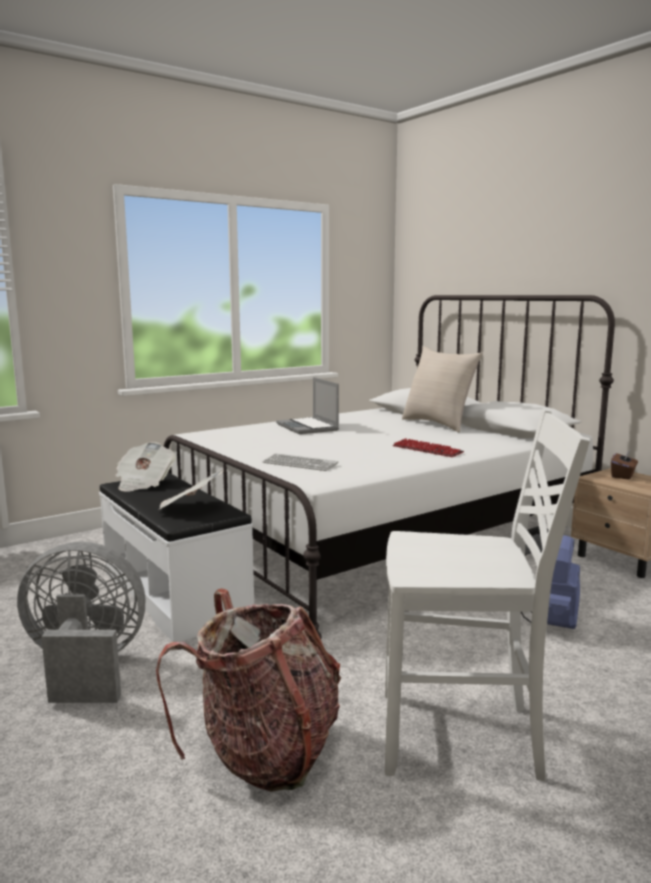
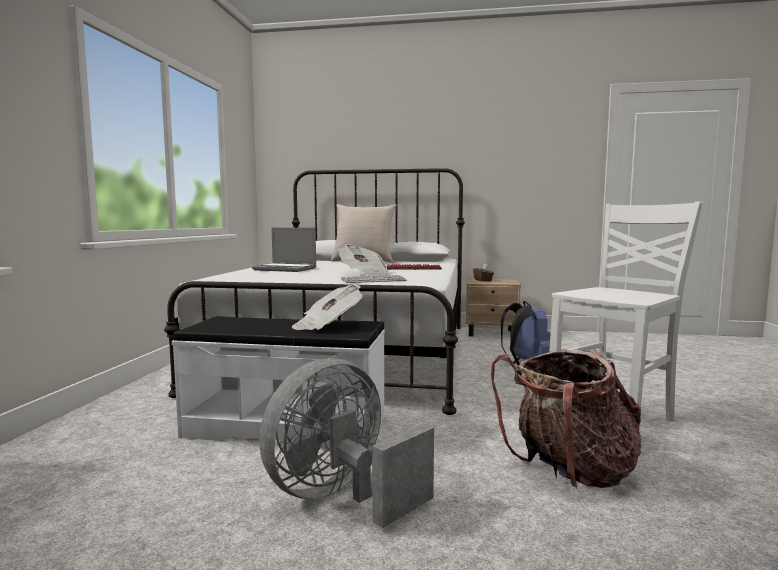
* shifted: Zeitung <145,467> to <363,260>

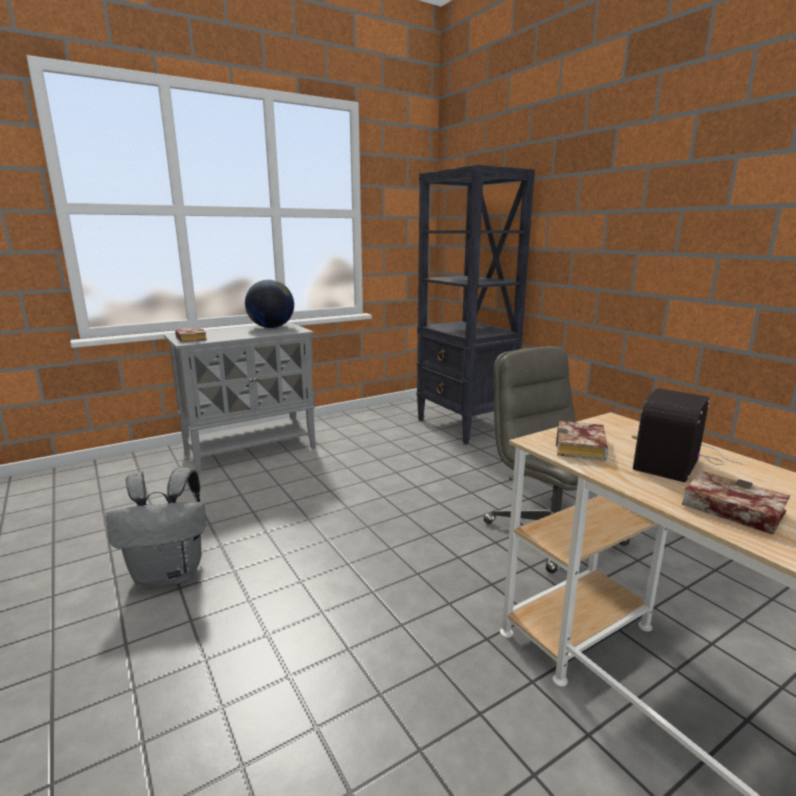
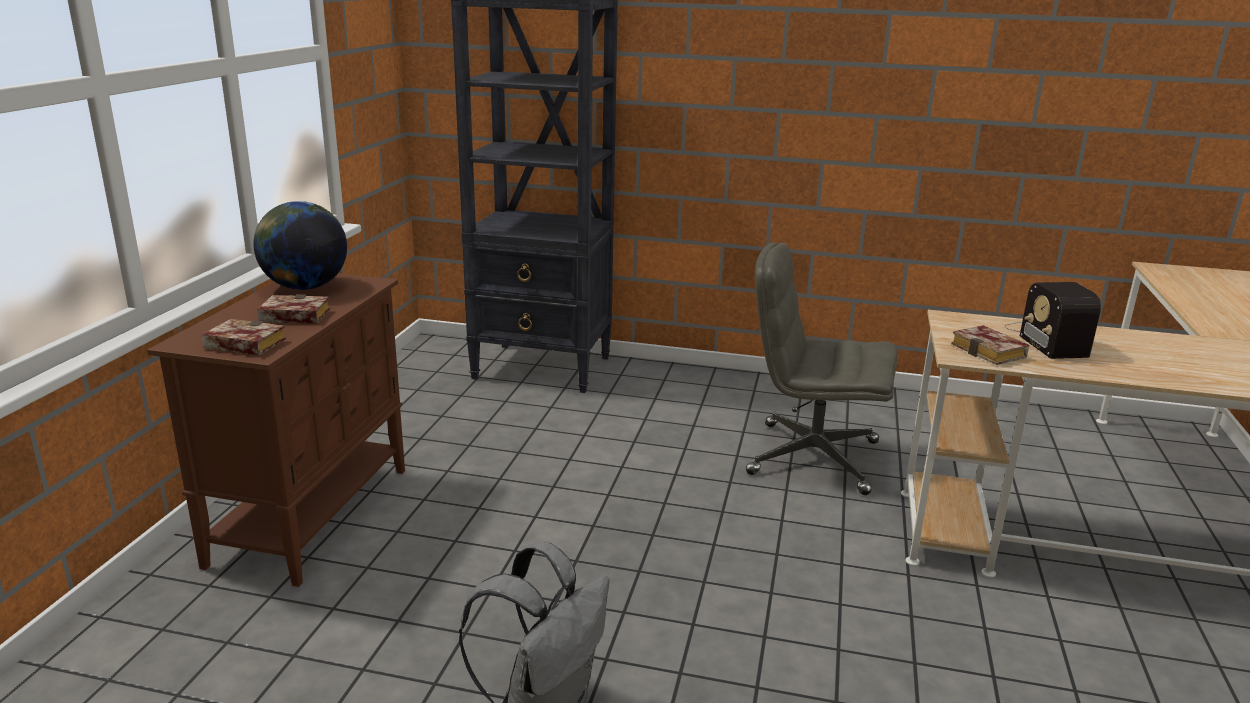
* shifted: Buch <736,503> to <293,309>
* repainted: Schrank/grau <240,399> to Schrank/braun <276,430>

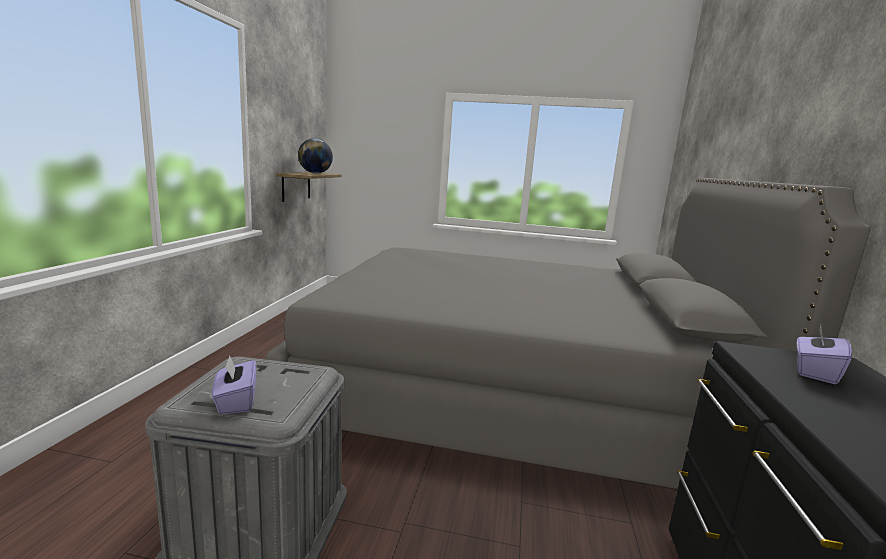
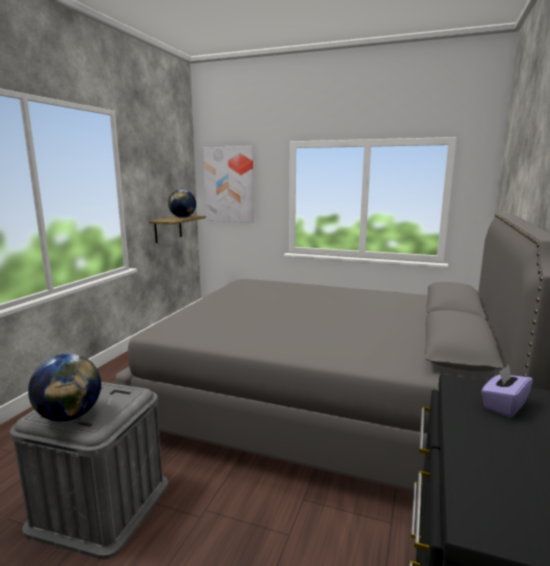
* new: Bild <228,184>
* swapped: Taschentuchbox/lila <234,385> to Globus <64,387>

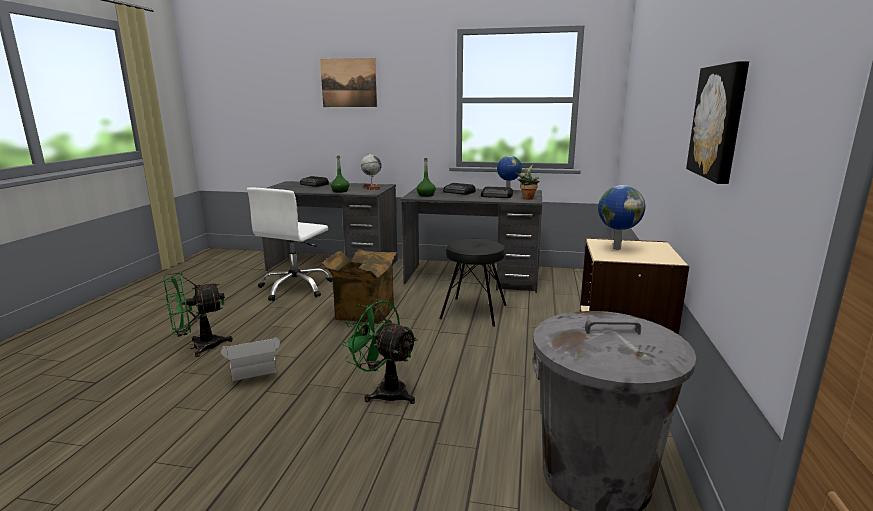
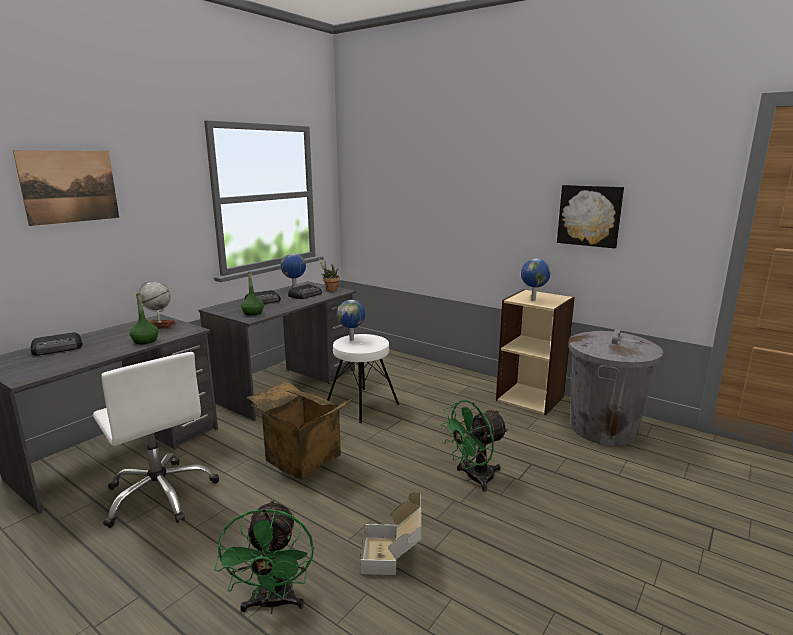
* new: Globus <351,320>
* repainted: Hocker/schwarz <472,283> to Hocker/weiß <363,378>

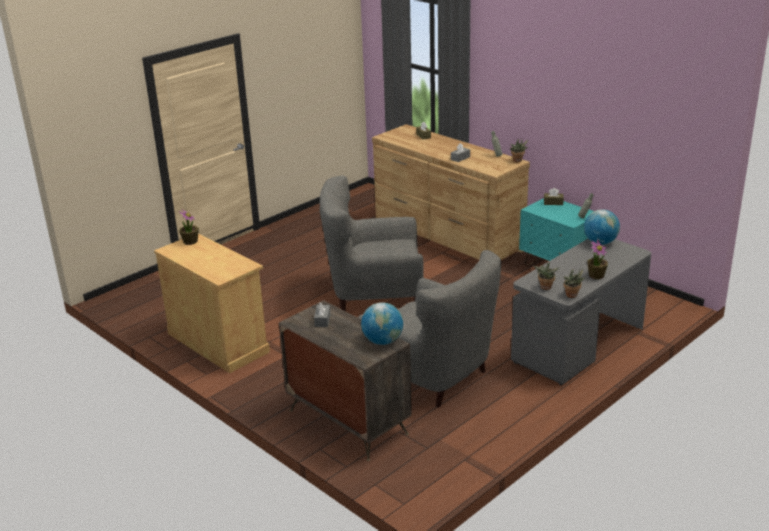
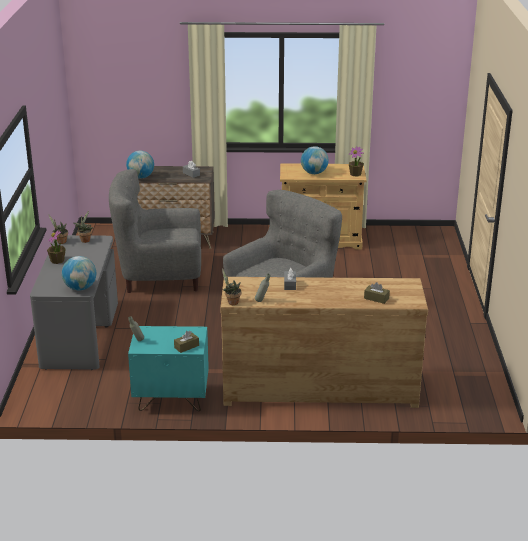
* new: Globus <315,160>

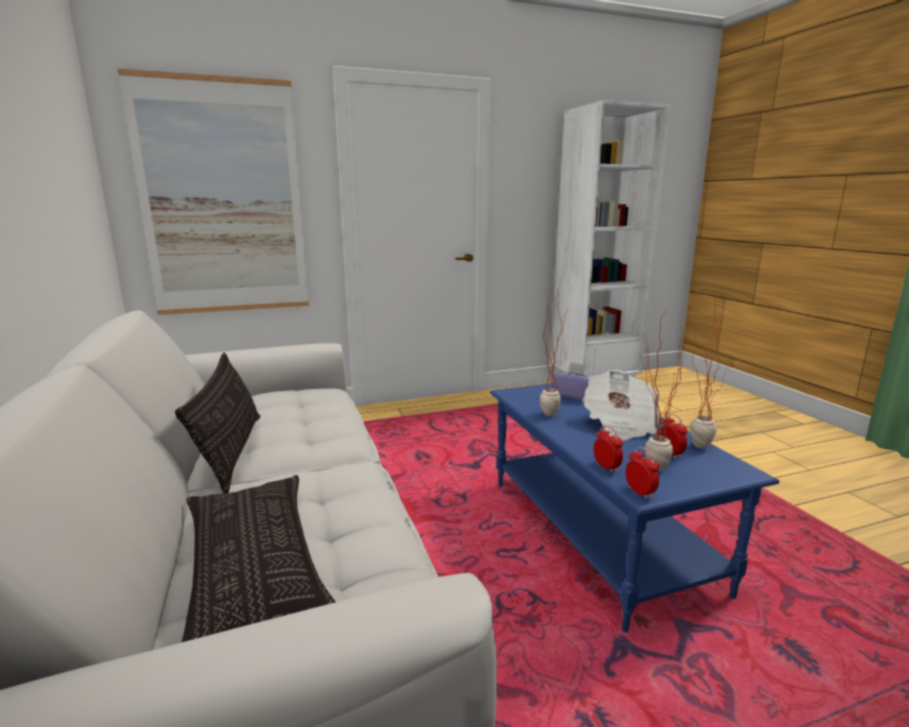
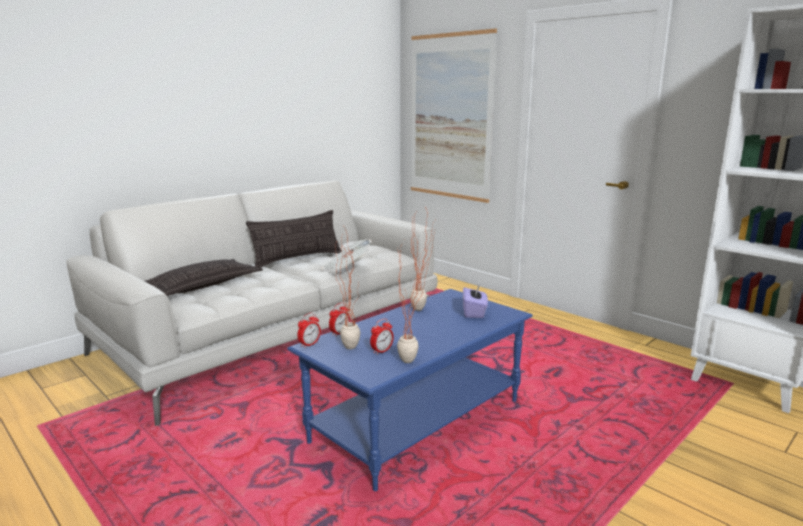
* shifted: Zeitung <620,405> to <346,256>

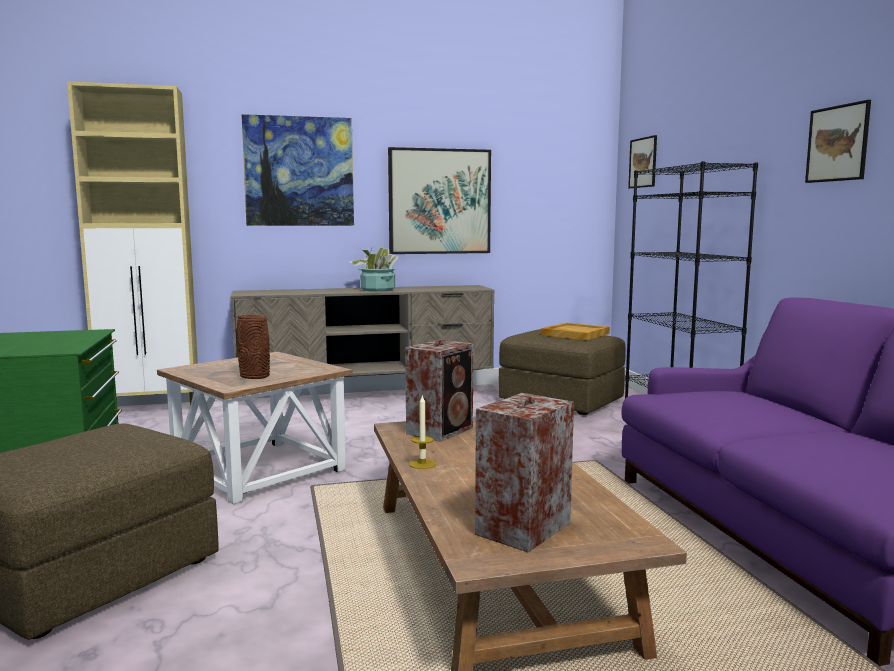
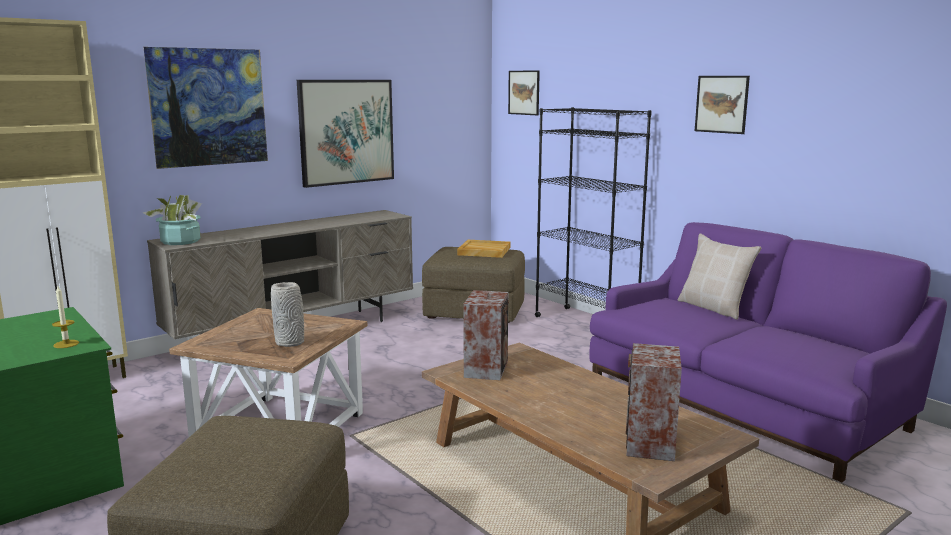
* new: Kissen/beige <719,276>
* shifted: Topfpflanze <373,269> to <172,220>
* shifted: Kerze <422,431> to <65,317>
* repainted: Vase/braun <253,346> to Vase/grau <287,314>

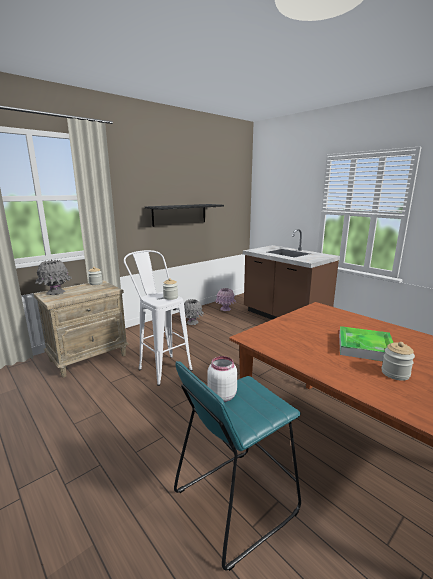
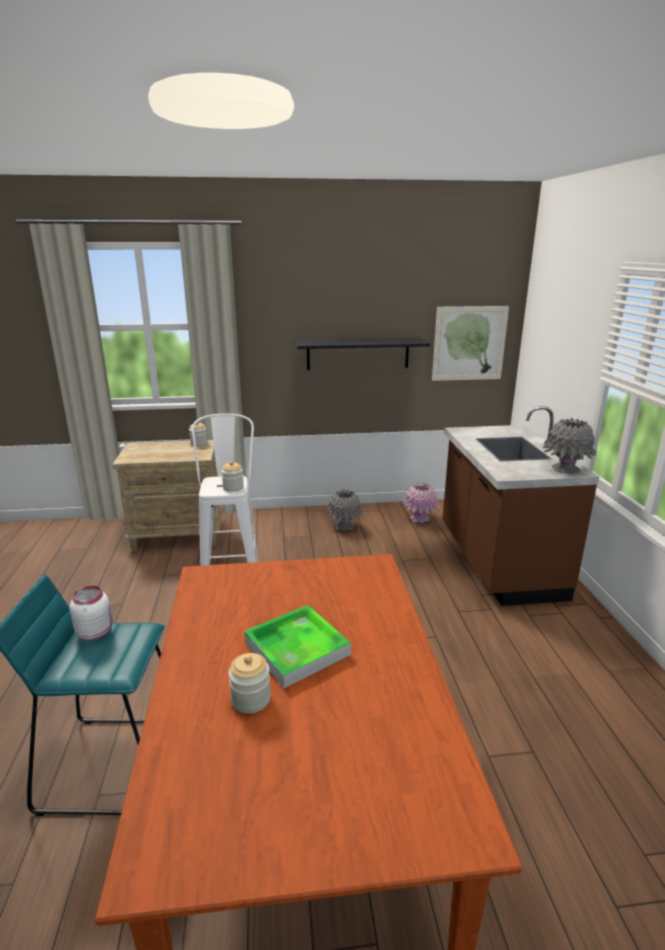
* new: Bild <470,343>
* shifted: Vase/grau <53,277> to <570,446>

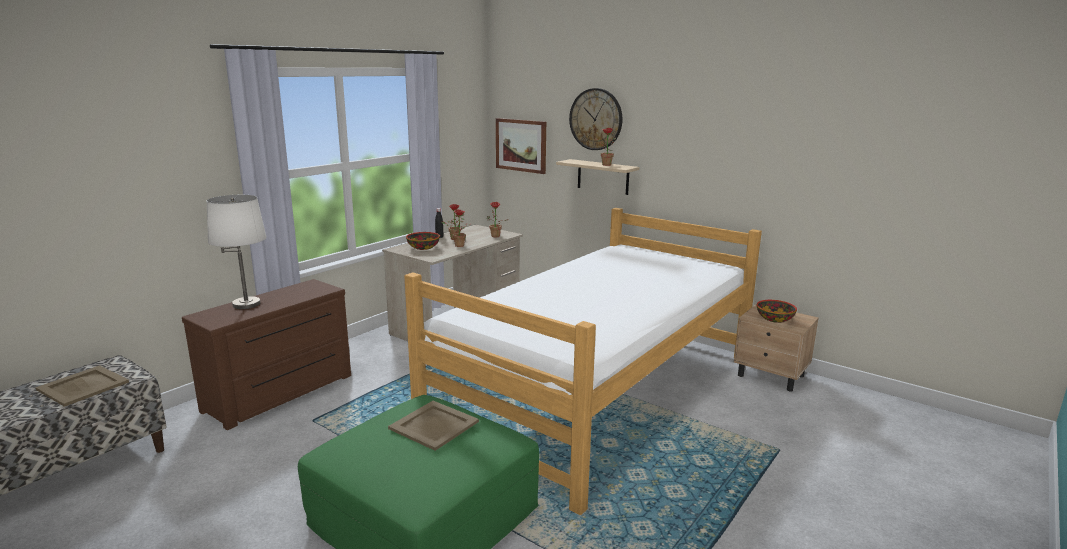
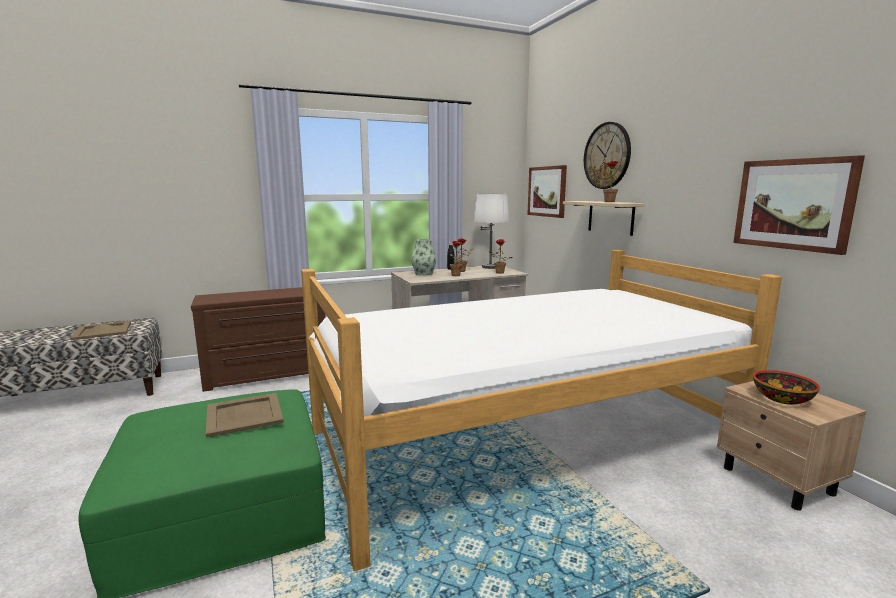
* new: Bild <799,205>
* shifted: Tischlampe/weiß <237,252> to <491,231>
* swapped: Schüssel <423,241> to Vase <423,257>

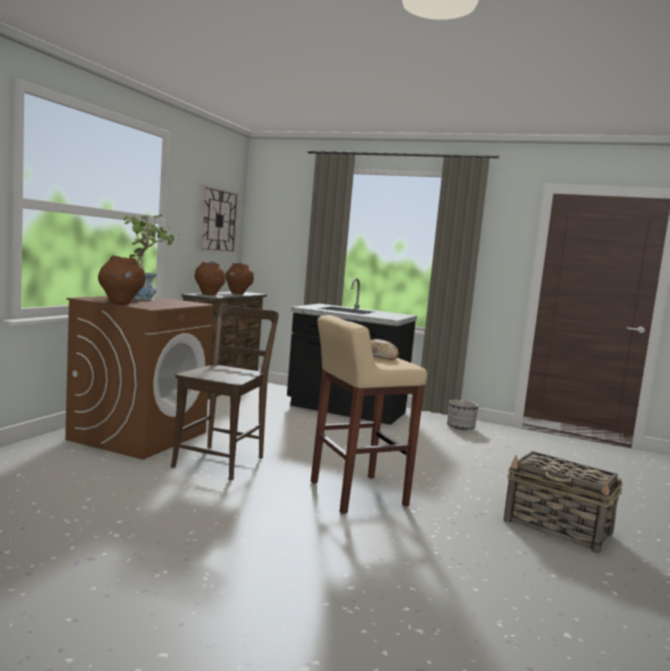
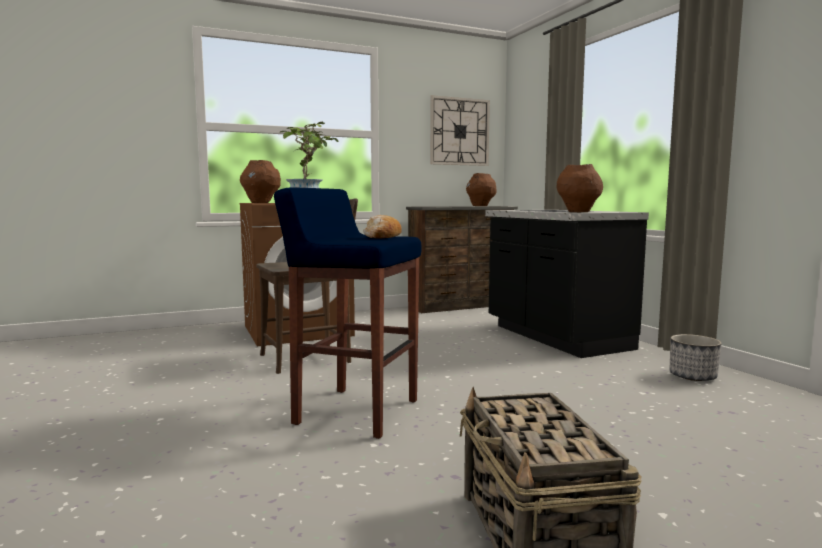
* shifted: Vase/braun <210,278> to <579,188>
* repainted: Hocker/beige <369,414> to Hocker/blau <348,313>

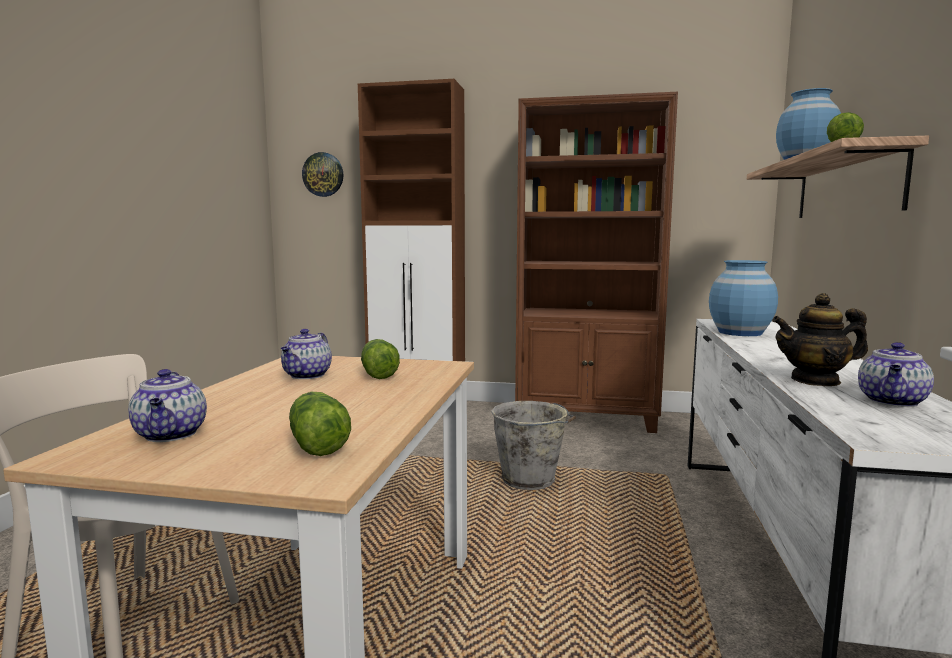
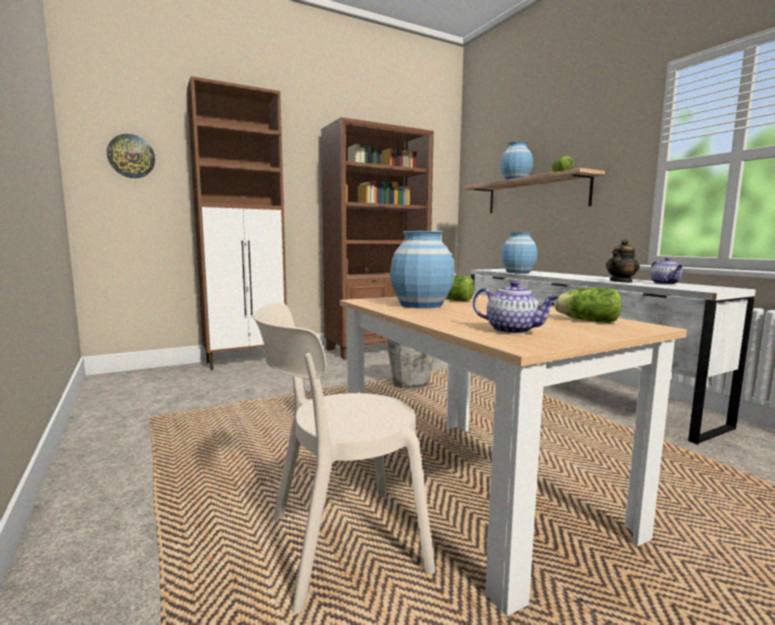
* swapped: Teekanne <306,354> to Vase/blau <422,269>

